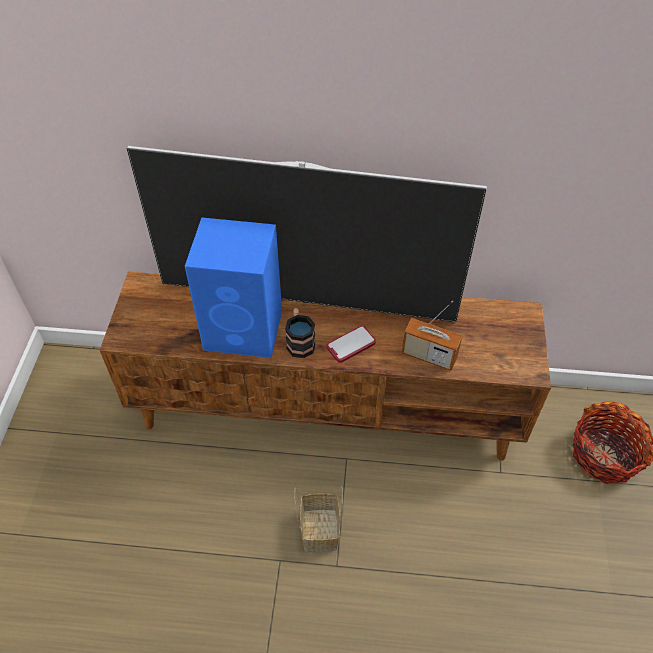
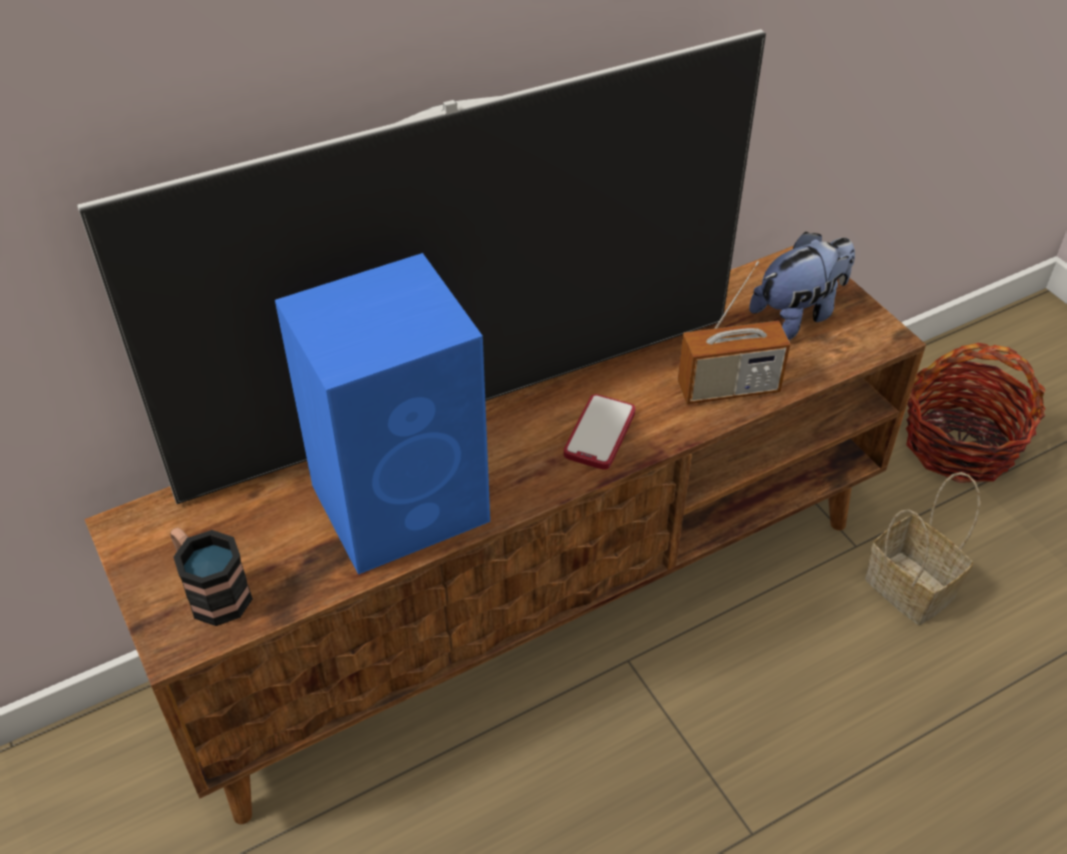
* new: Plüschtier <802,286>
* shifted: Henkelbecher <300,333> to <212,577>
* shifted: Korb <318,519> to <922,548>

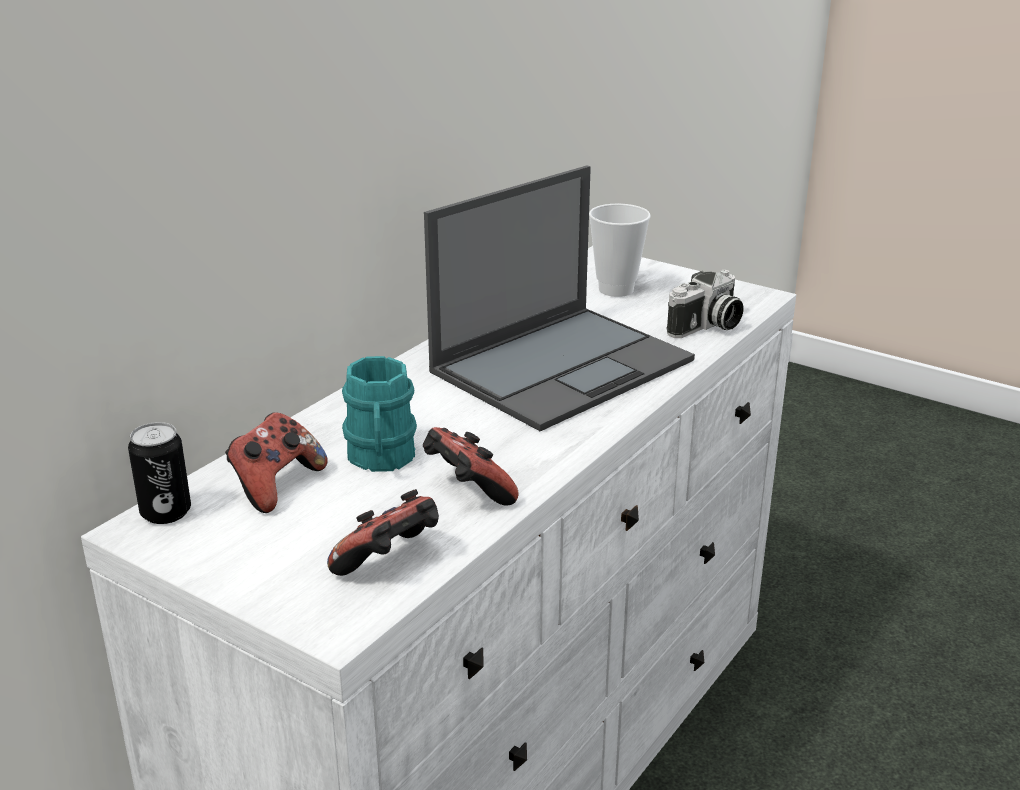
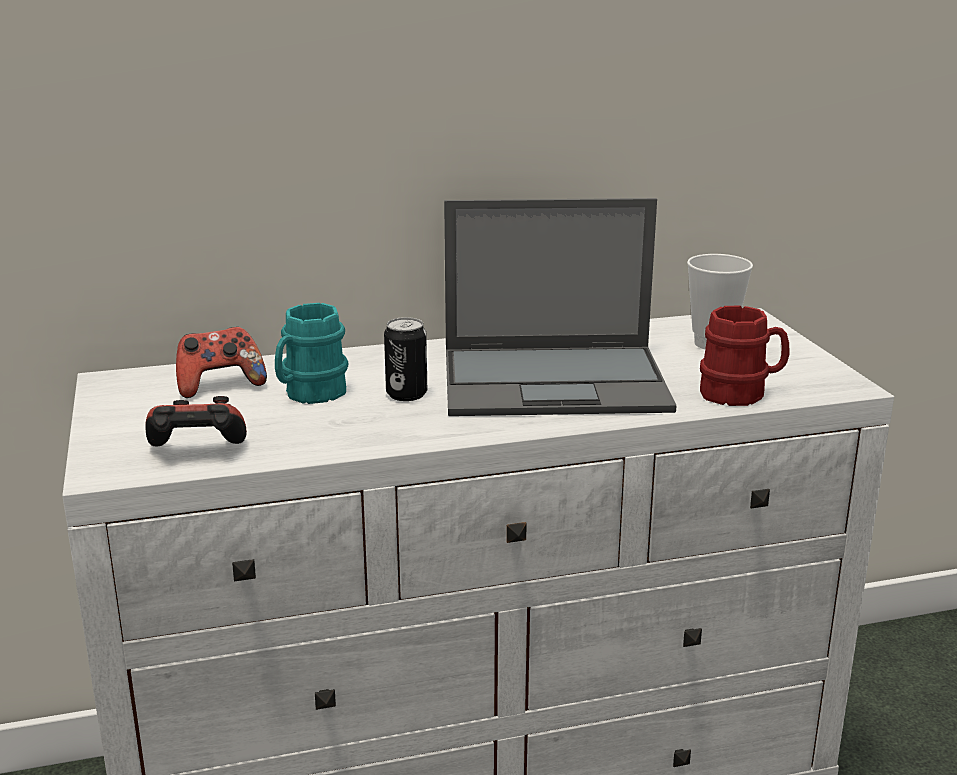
* gone: Gamepad <471,466>
* shifted: Dose <159,473> to <405,359>
* swapped: Kamera <705,304> to Henkelbecher/rot <744,356>

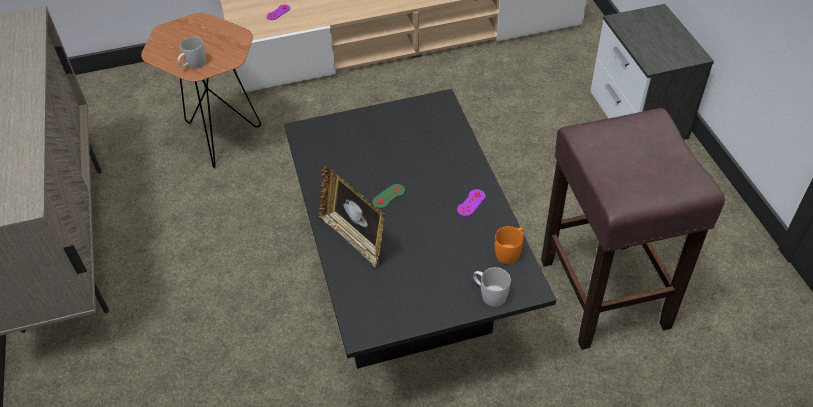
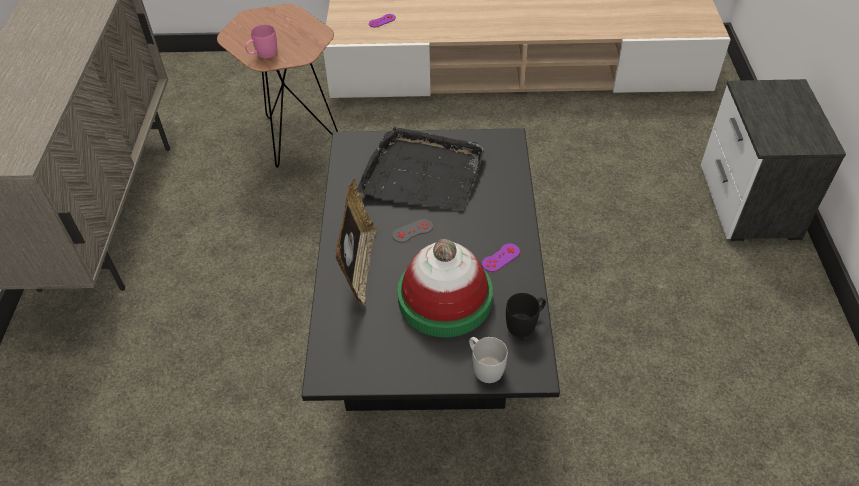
* gone: Hocker/braun <633,229>
* new: Tablett/schwarz <421,168>
* new: Hut <445,288>
* repainted: Henkelbecher/weiß <191,52> to Henkelbecher/rosa <261,41>
* repainted: Gamepad/grün <388,196> to Gamepad/grau <412,231>
* repainted: Henkelbecher/orange <509,245> to Henkelbecher/schwarz <526,315>
* rotated: Bilderrahmen <351,217> = <356,242> 150 degrees counterclockwise

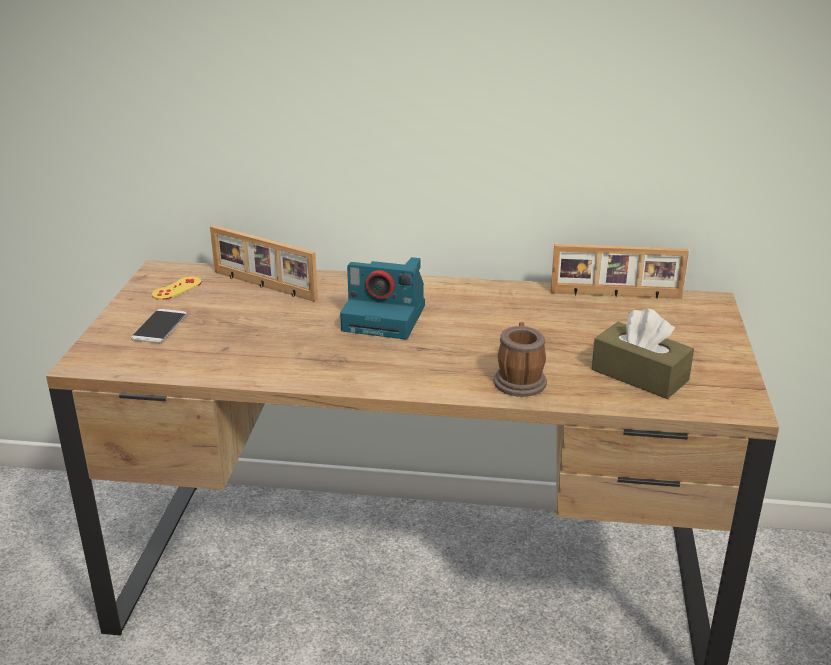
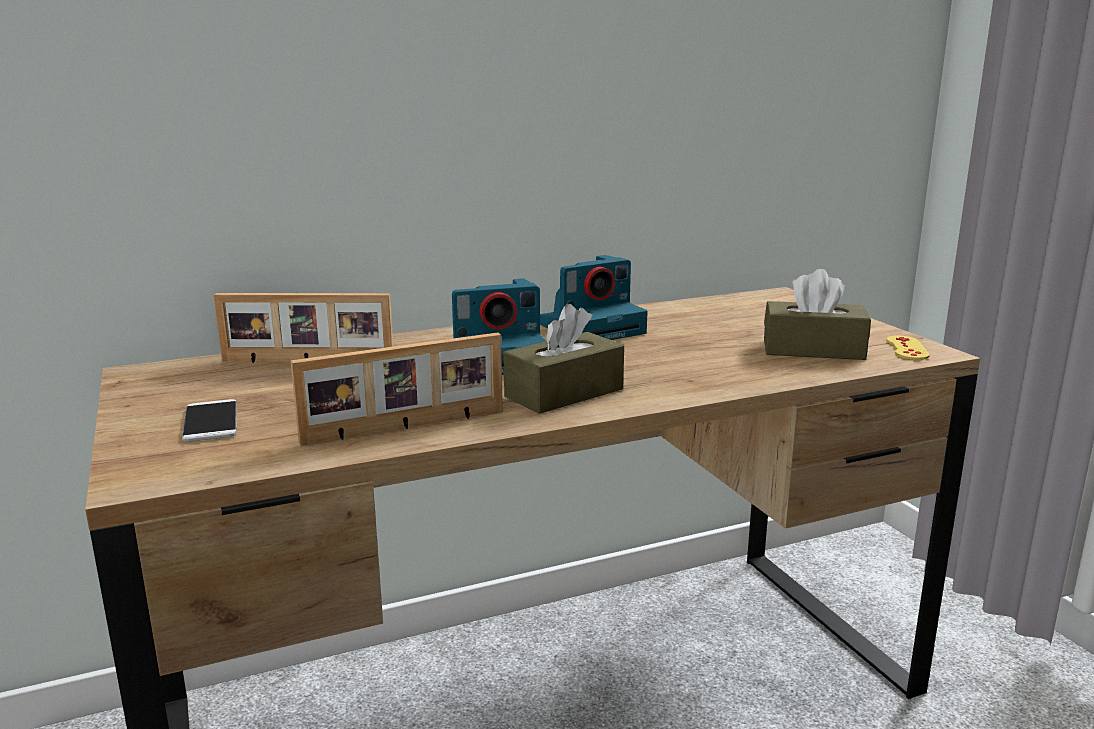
* gone: Henkelbecher <520,359>
* new: Taschentuchbox/braun <563,359>
* new: Kamera <594,297>
* shifted: Gamepad/gelb <177,288> to <908,347>
* shifted: Bilderrahmen <620,271> to <396,389>

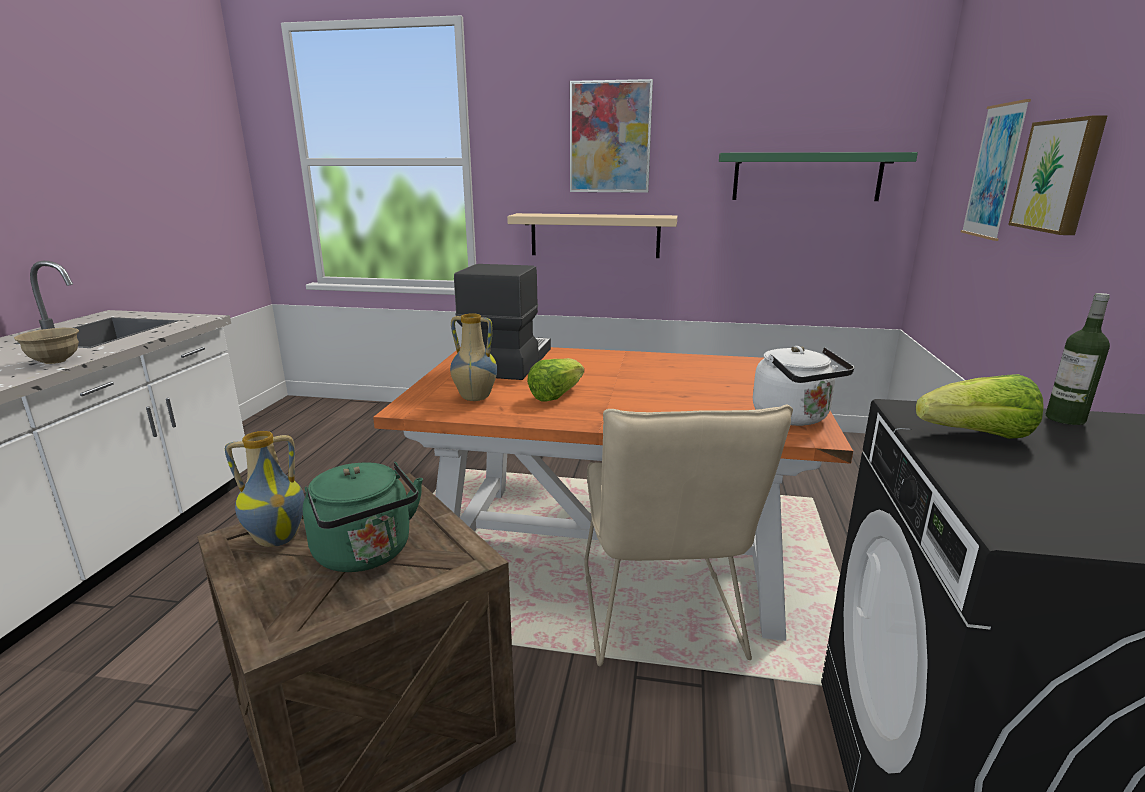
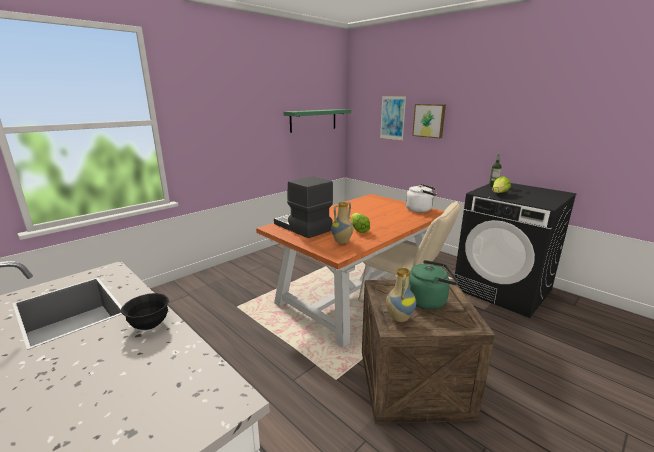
* gone: Wandregal/beige <592,235>
* gone: Bild <611,136>
* repainted: Schüssel/beige <46,346> to Schüssel/schwarz <145,311>

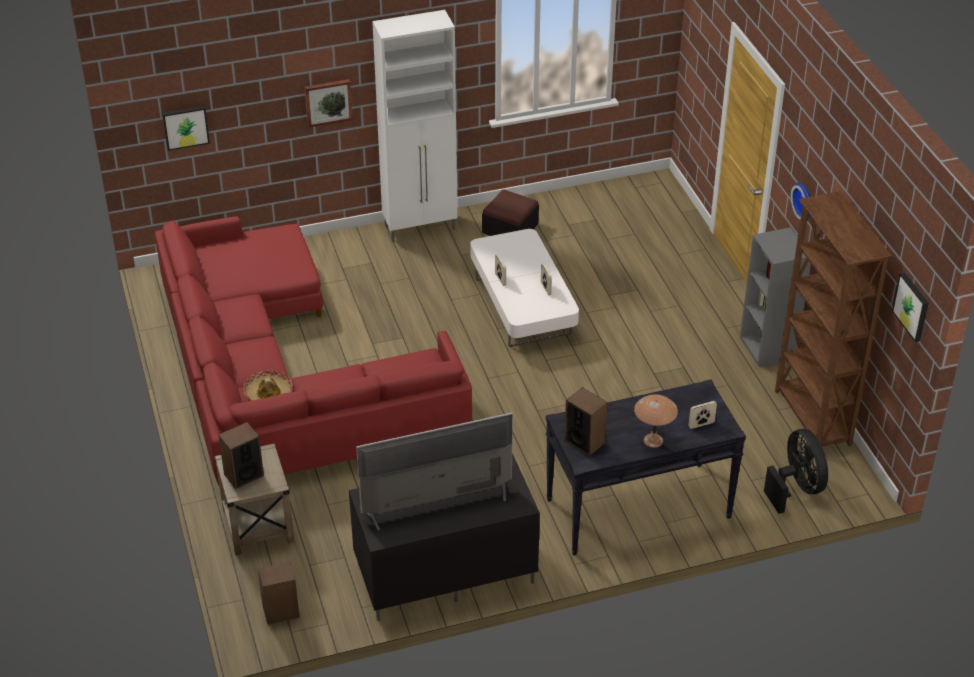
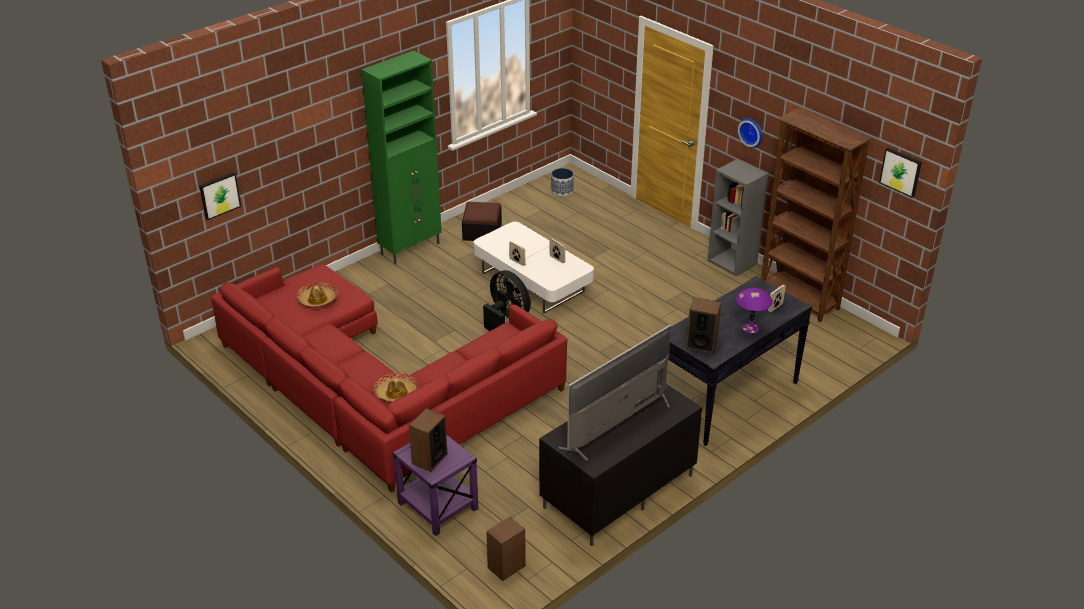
* gone: Bild <328,103>
* new: Hut <317,295>
* new: Pflanzkübel <562,182>
* shifted: Ventilator/schwarz <796,471> to <507,300>
* repainted: Beistelltisch/beige <254,499> to Beistelltisch/lila <435,485>
* repainted: Schrank/weiß <415,126> to Schrank/grün <401,157>
* repainted: Tischlampe/braun <656,421> to Tischlampe/lila <754,311>

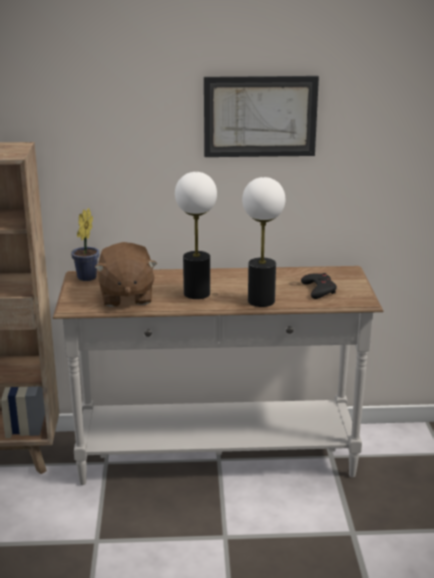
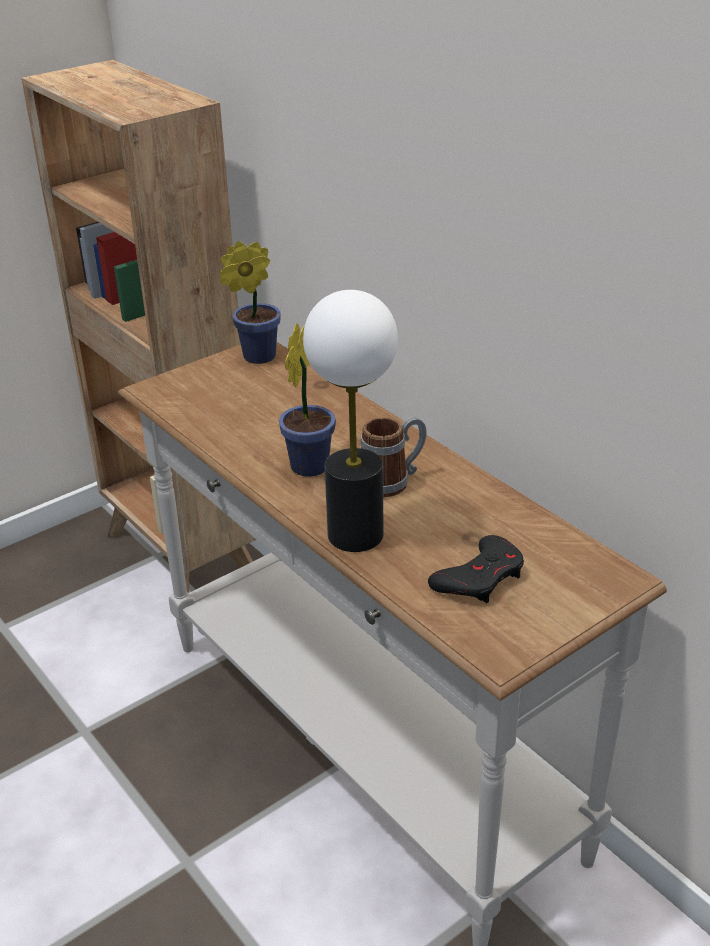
* gone: Plüschtier/braun <125,274>
* gone: Bild <261,116>
* new: Henkelbecher <393,457>
* swapped: Tischlampe <196,235> to Topfpflanze <307,400>

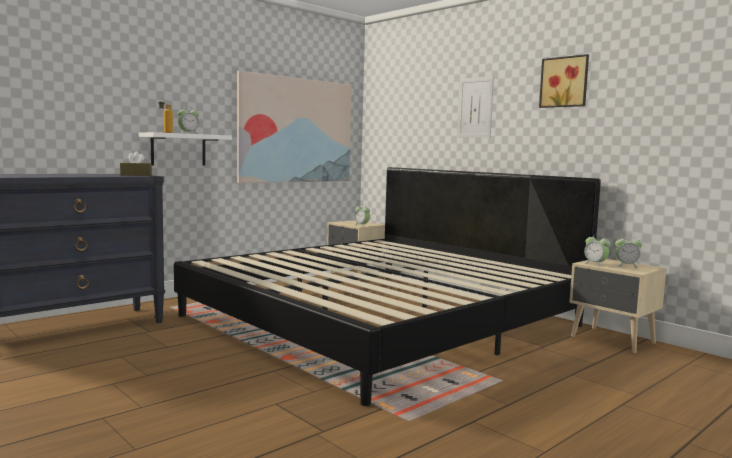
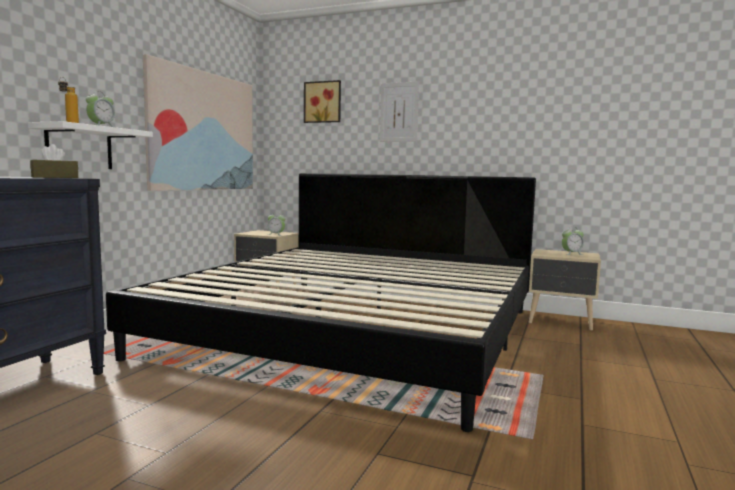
* gone: Wecker <597,250>
* shifted: Bild <564,81> to <322,101>

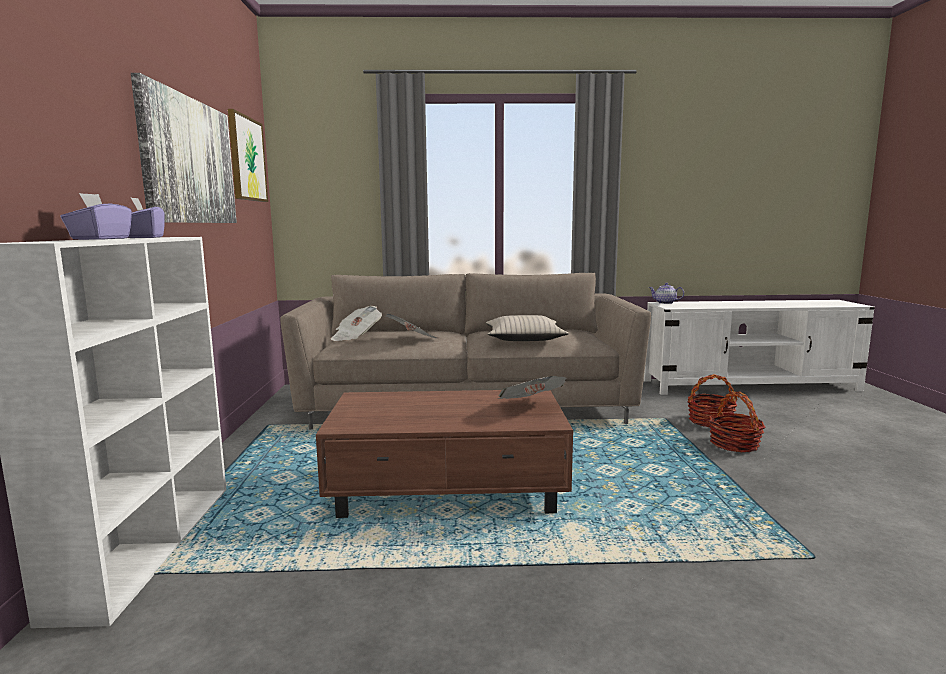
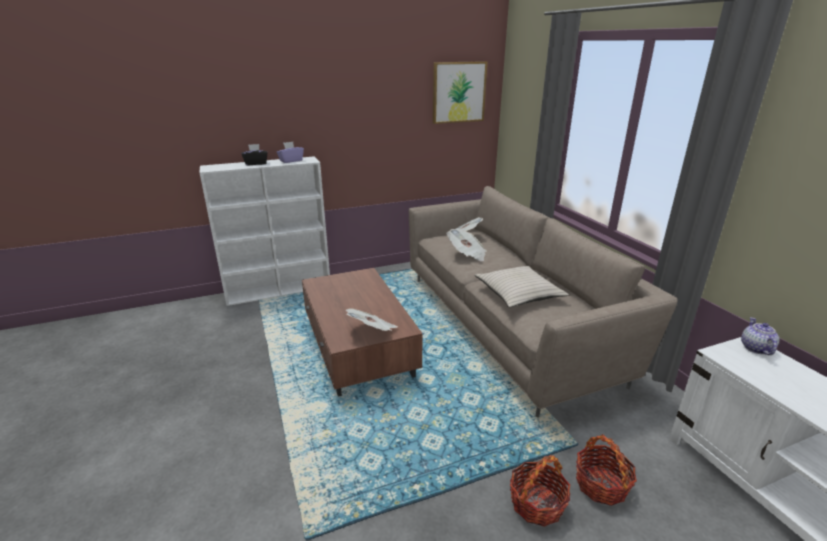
* gone: Bild <184,148>
* repainted: Taschentuchbox/lila <96,216> to Taschentuchbox/schwarz <254,154>

